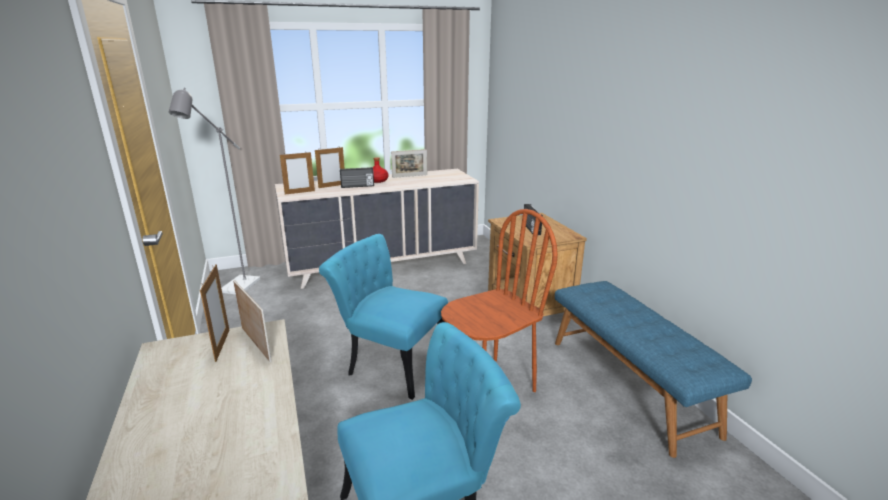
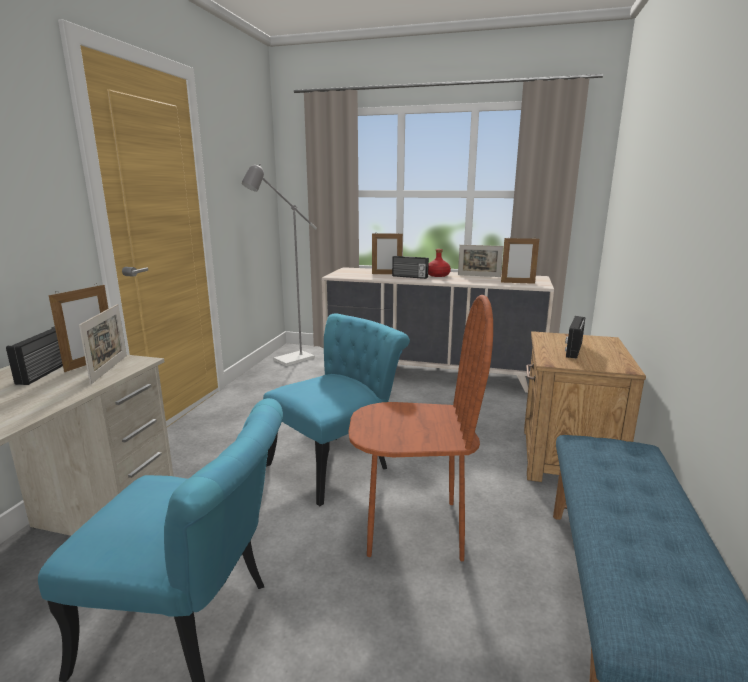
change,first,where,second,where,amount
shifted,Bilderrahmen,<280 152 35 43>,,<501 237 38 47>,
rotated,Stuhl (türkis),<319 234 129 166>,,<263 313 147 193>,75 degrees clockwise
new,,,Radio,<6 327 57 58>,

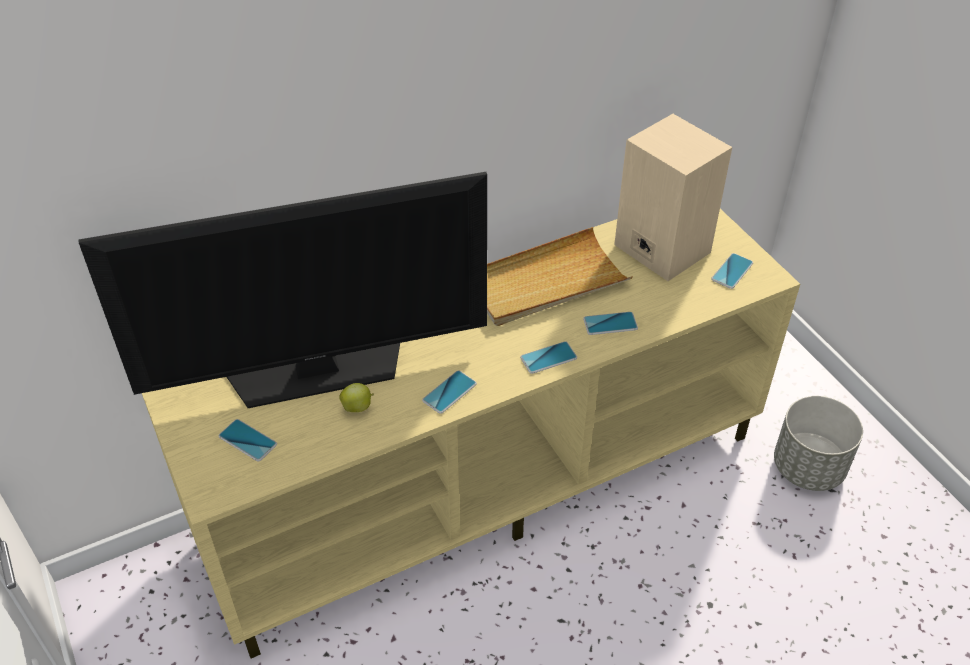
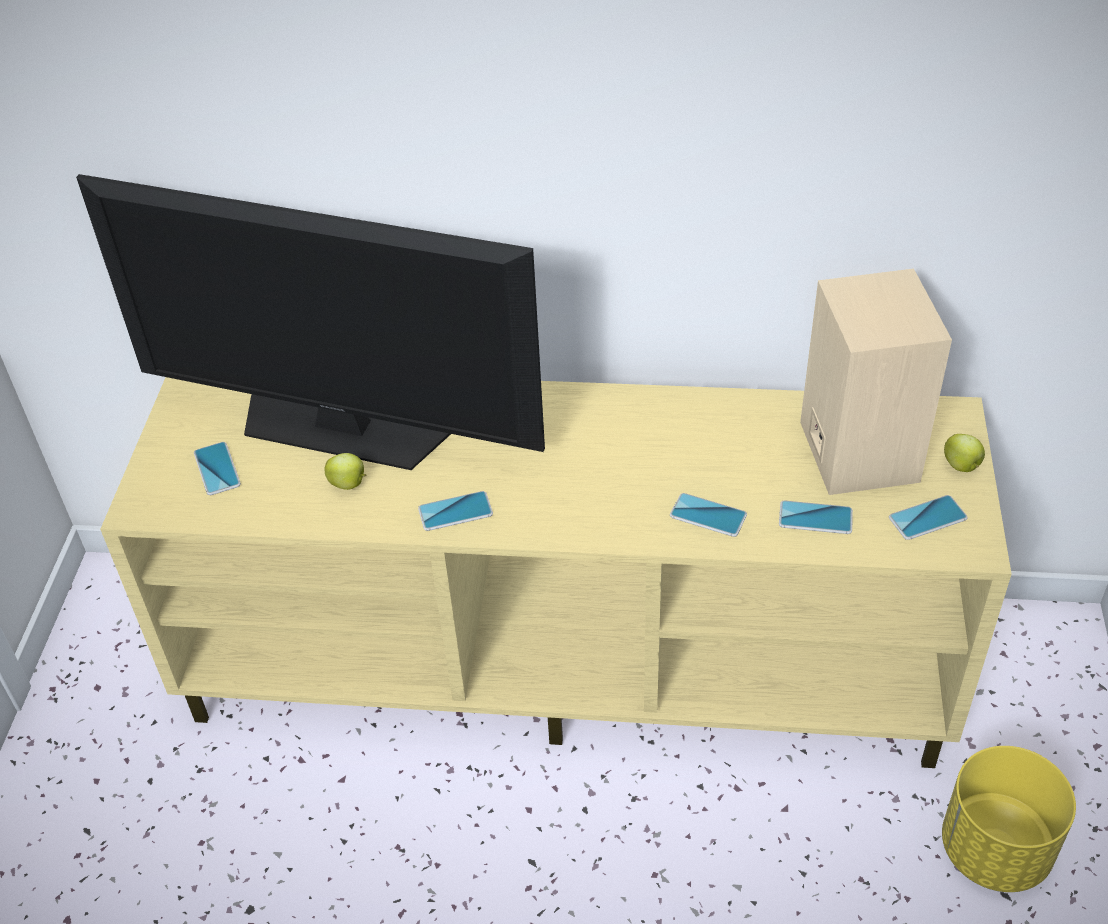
change,first,where,second,where,amount
gone,Tablett (beige),<487 227 146 99>,,,
shifted,Handy,<520 341 57 33>,,<779 501 74 33>,
repainted,Pflanzkübel (grau),<774 396 89 95>,Pflanzkübel (gelb),<942 746 134 146>,
new,,,Apfel,<944 434 41 38>,

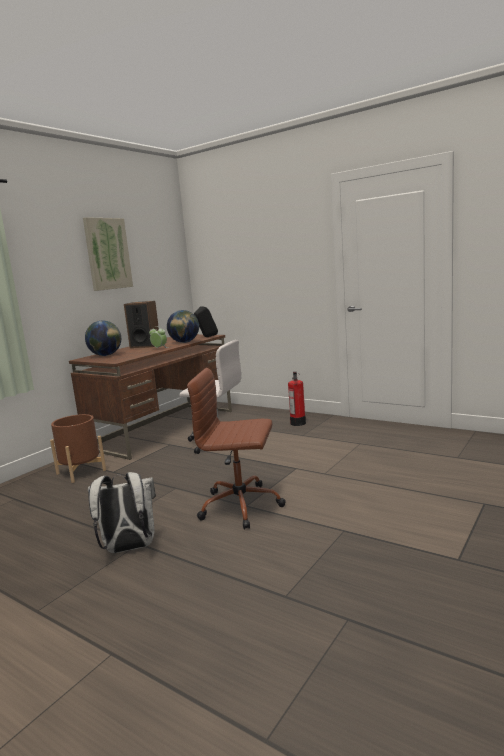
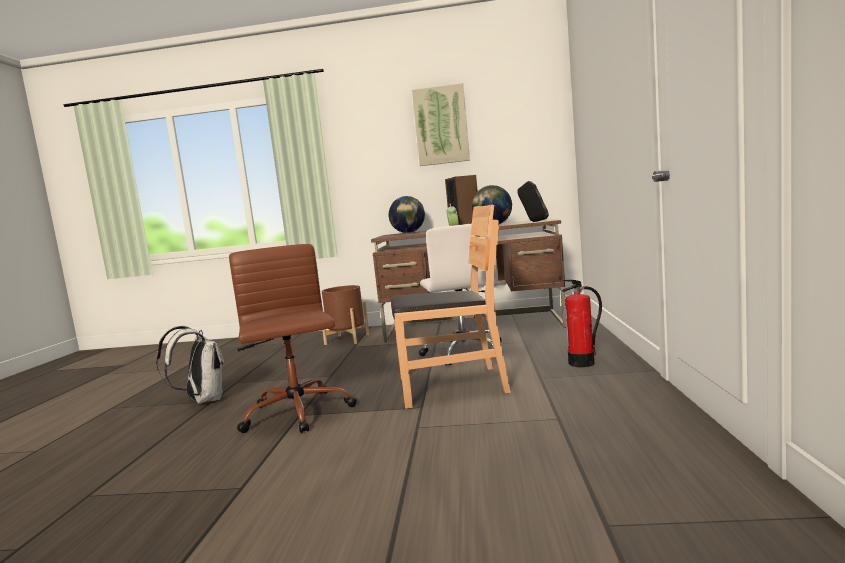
change,first,where,second,where,amount
new,,,Stuhl (braun),<391 204 120 205>,

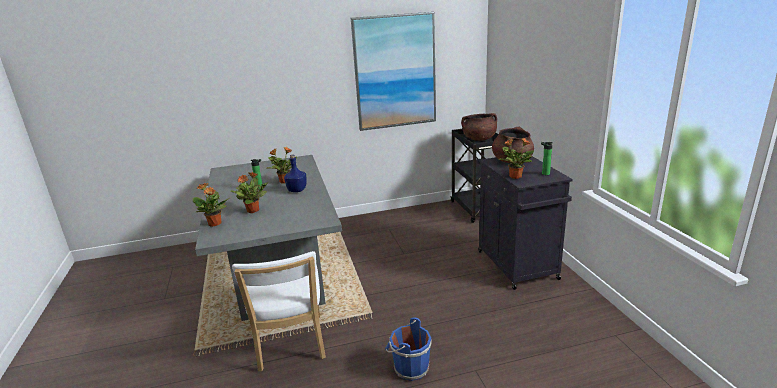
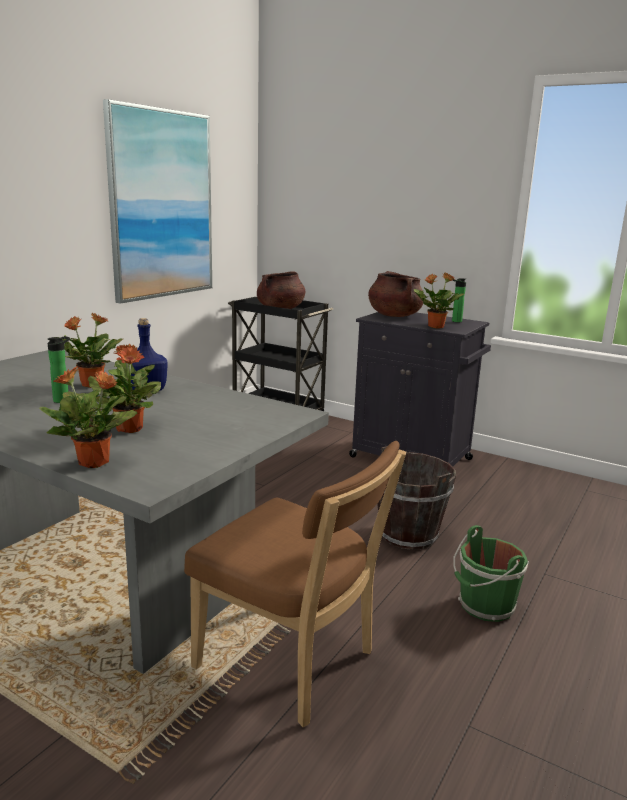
change,first,where,second,where,amount
repainted,Stuhl (weiß),<232 251 94 120>,Stuhl (braun),<184 441 222 286>,
repainted,Eimer (blau),<385 317 47 64>,Eimer (grün),<453 525 76 97>,
new,,,Eimer (braun),<377 446 79 104>,

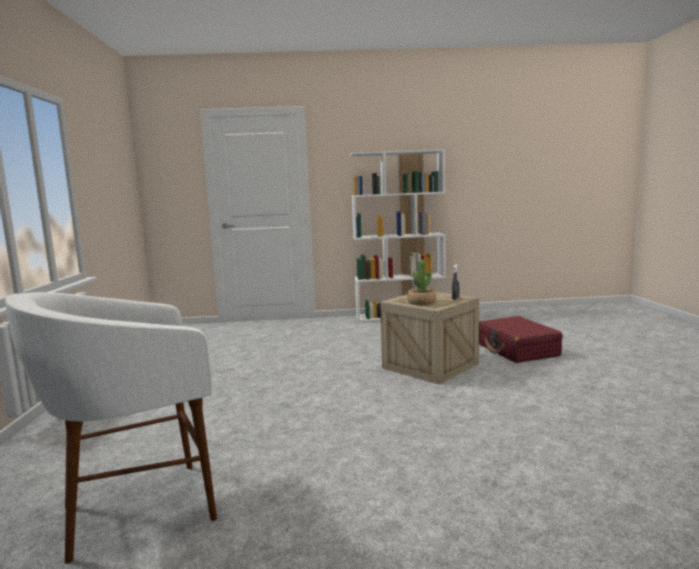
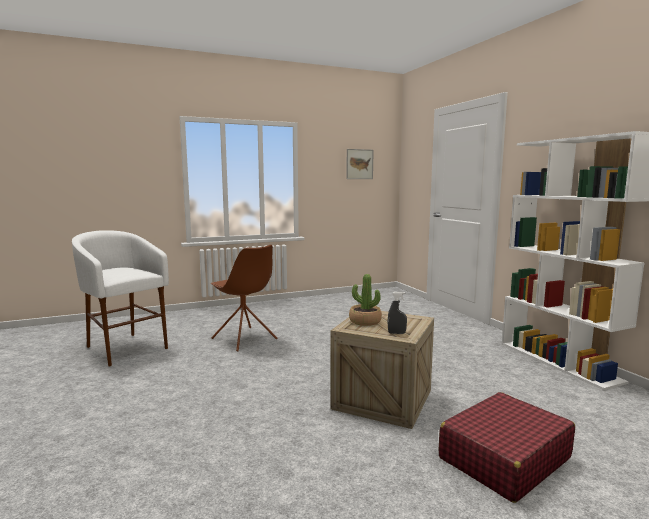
change,first,where,second,where,amount
new,,,Bild,<346 149 28 30>,
new,,,Stuhl (braun),<211 245 66 106>,

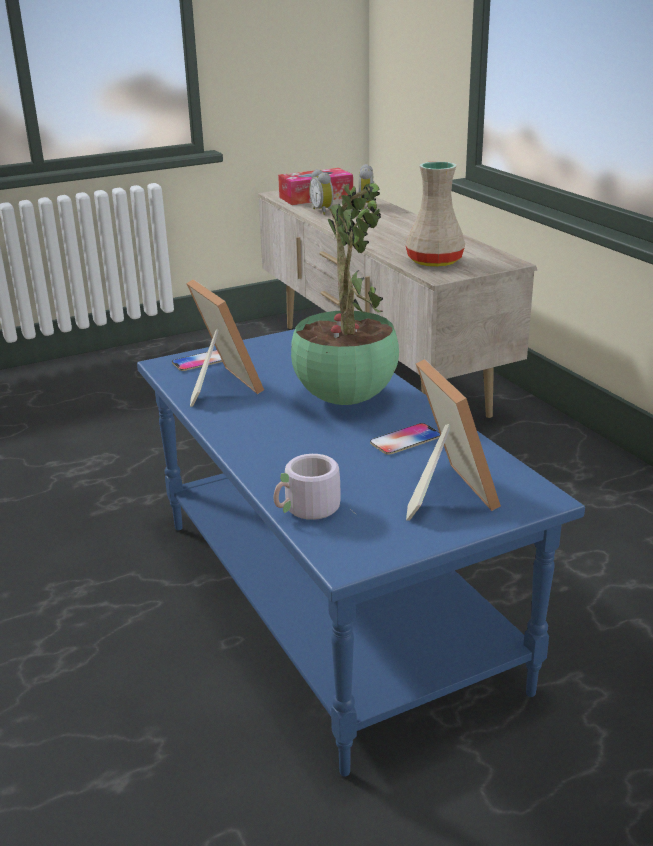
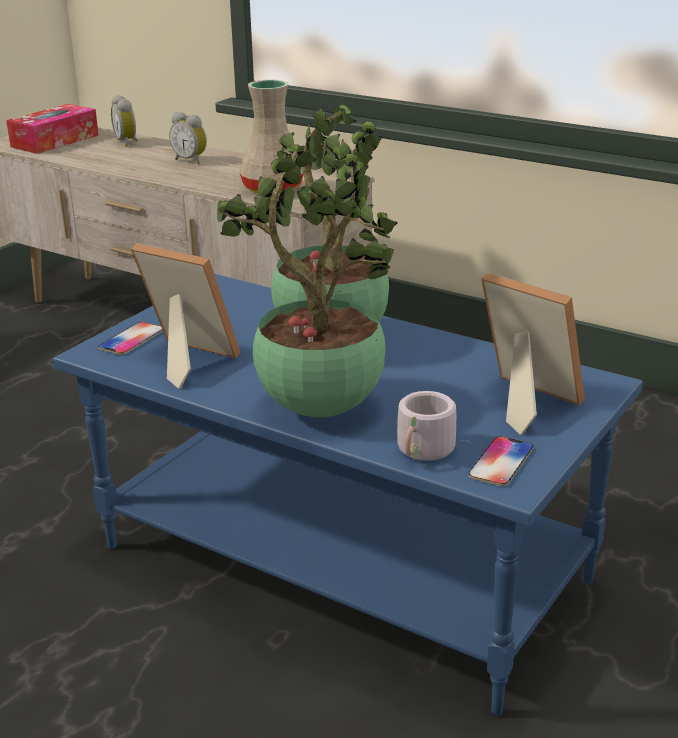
change,first,where,second,where,amount
shifted,Wecker,<309 169 25 46>,,<169 112 38 53>,
shifted,Handy,<370 423 70 32>,,<468 436 65 50>,
new,,,Topfpflanze,<217 147 177 270>,

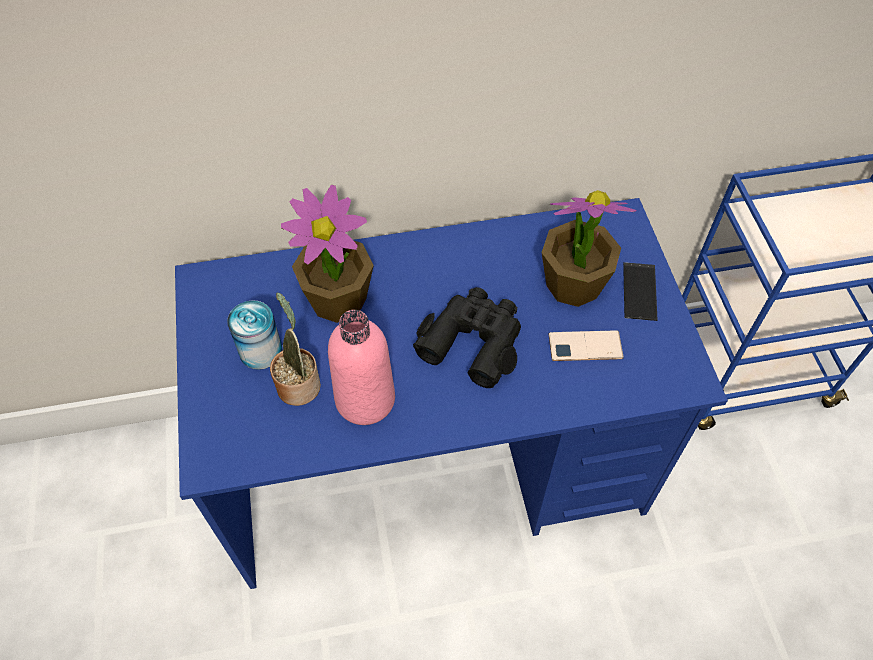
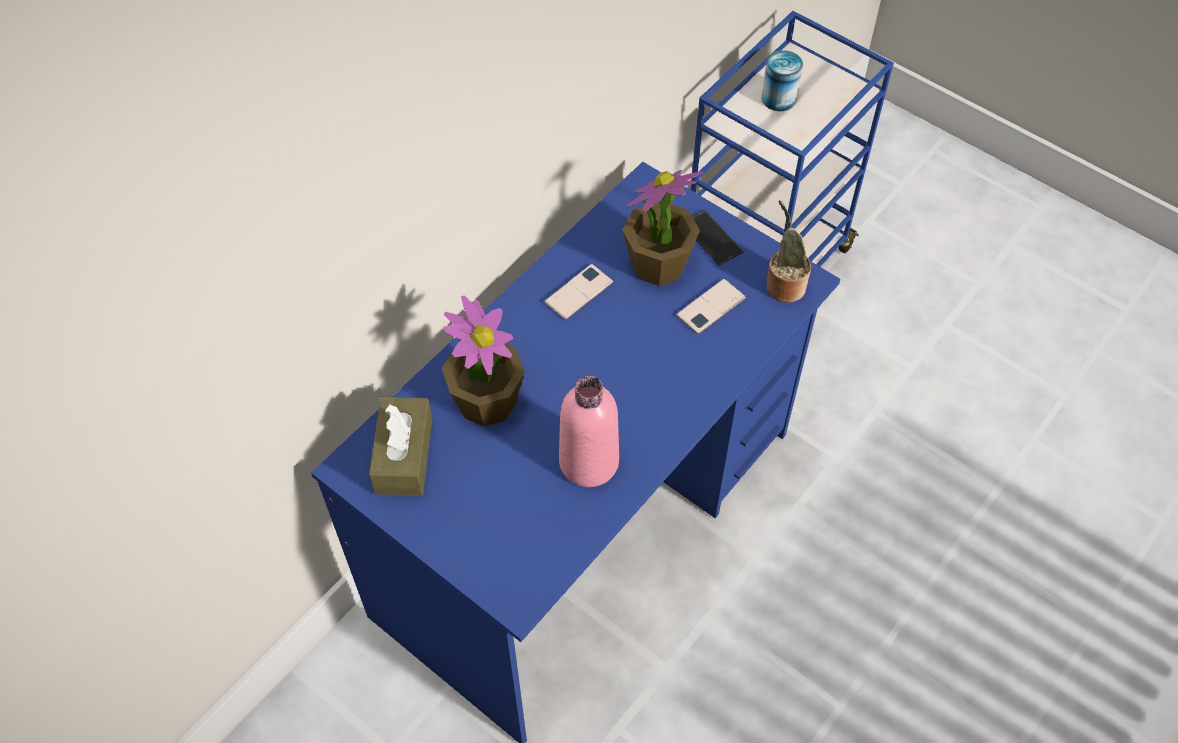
change,first,where,second,where,amount
gone,Fernglas (schwarz),<413 287 108 101>,,,
shifted,Topfpflanze,<270 293 51 113>,,<766 200 45 103>,
shifted,Dose,<227 300 55 70>,,<761 50 42 61>,
new,,,Handy,<544 264 69 56>,
new,,,Taschentuchbox (braun),<369 397 64 99>,

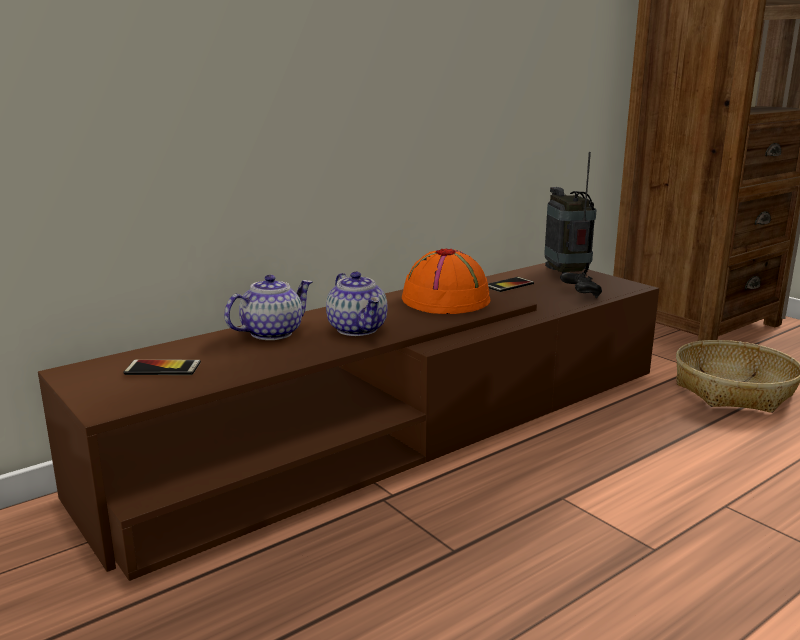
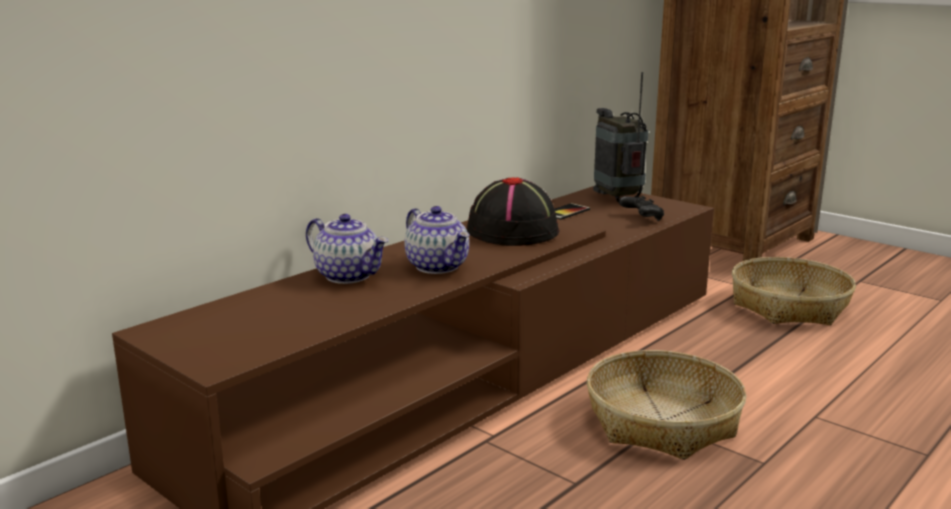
change,first,where,second,where,amount
repainted,Hut (orange),<402 249 89 65>,Hut (schwarz),<467 177 93 69>,
rotated,Teekanne,<224 275 89 65>,,<306 214 82 70>,90 degrees clockwise
gone,Handy,<123 360 78 15>,,,
new,,,Korb,<587 350 159 110>,

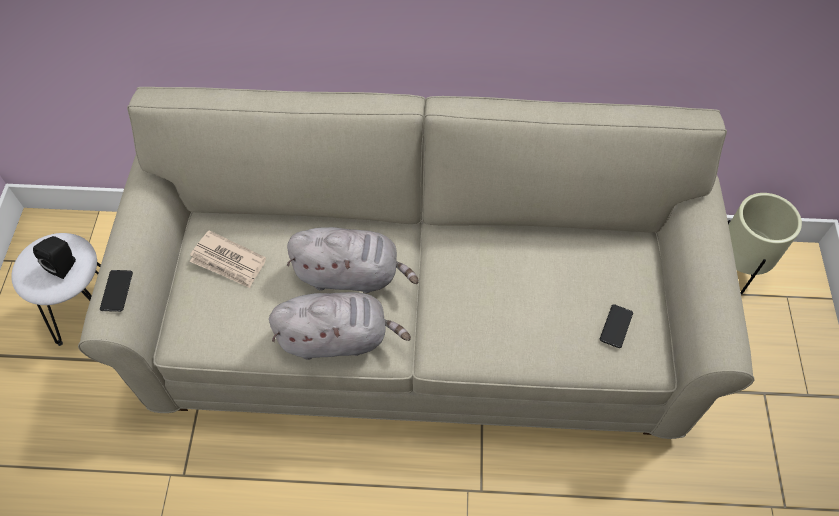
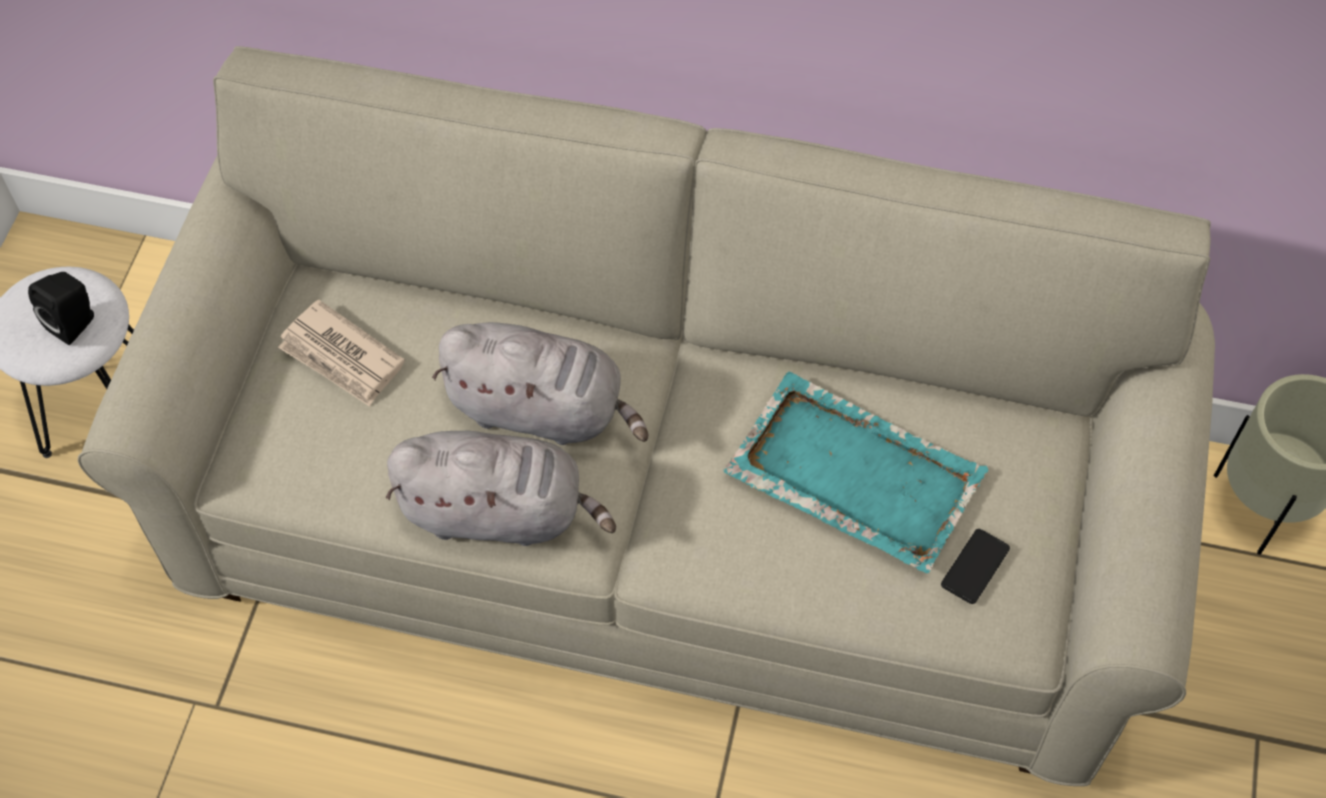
change,first,where,second,where,amount
gone,Handy,<100 270 33 42>,,,
new,,,Tablett (türkis),<724 371 264 202>,

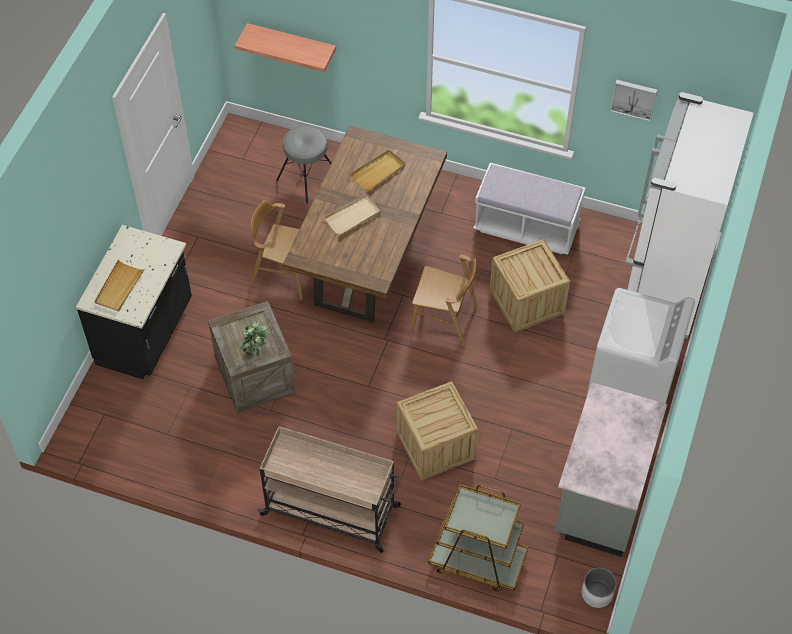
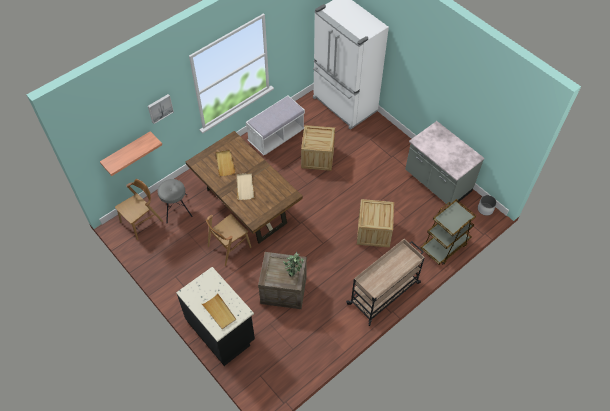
change,first,where,second,where,amount
shifted,Bild,<610 80 47 41>,,<148 94 26 30>,
shifted,Stuhl (braun),<410 255 67 91>,,<115 179 48 61>,
gone,Waschmaschine (weiß),<586 288 109 116>,,,

